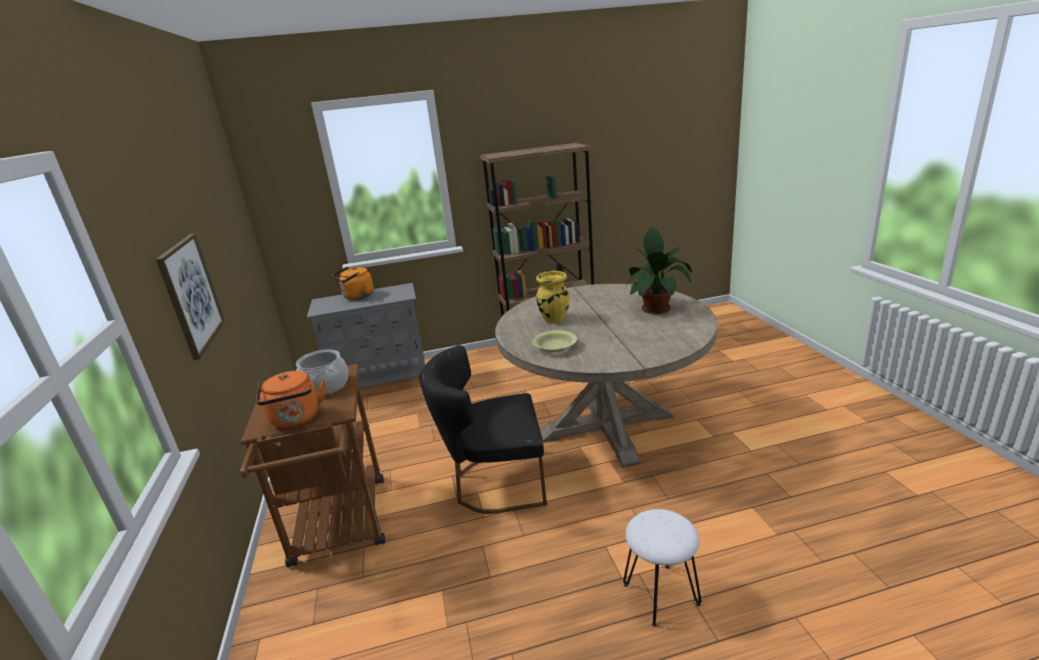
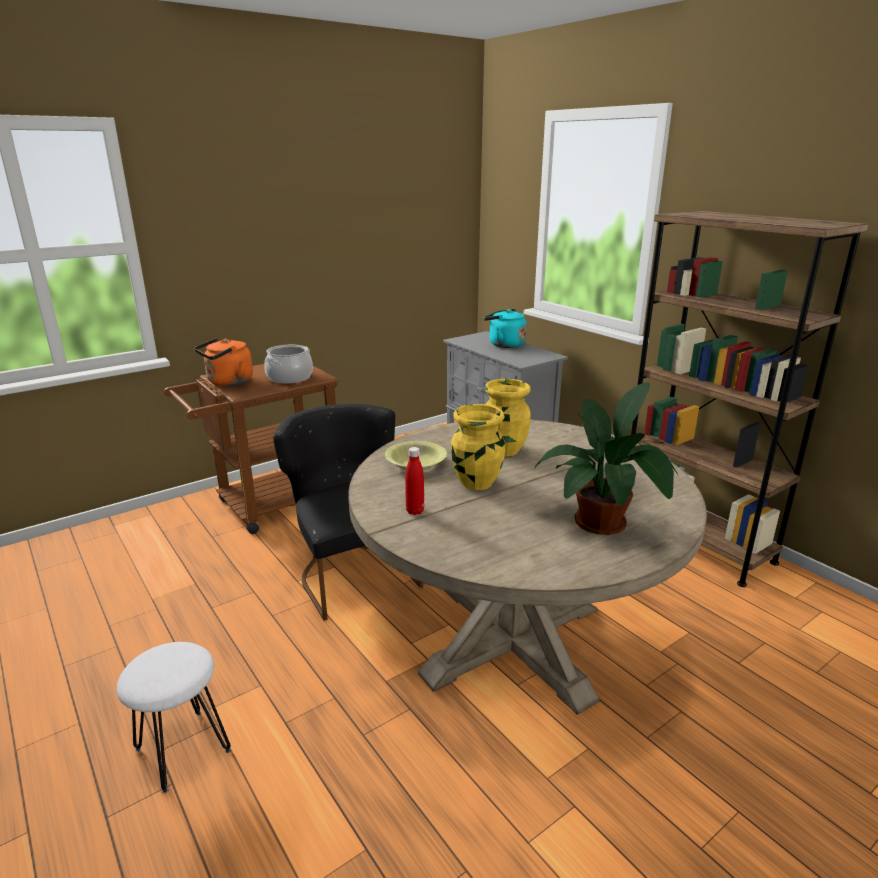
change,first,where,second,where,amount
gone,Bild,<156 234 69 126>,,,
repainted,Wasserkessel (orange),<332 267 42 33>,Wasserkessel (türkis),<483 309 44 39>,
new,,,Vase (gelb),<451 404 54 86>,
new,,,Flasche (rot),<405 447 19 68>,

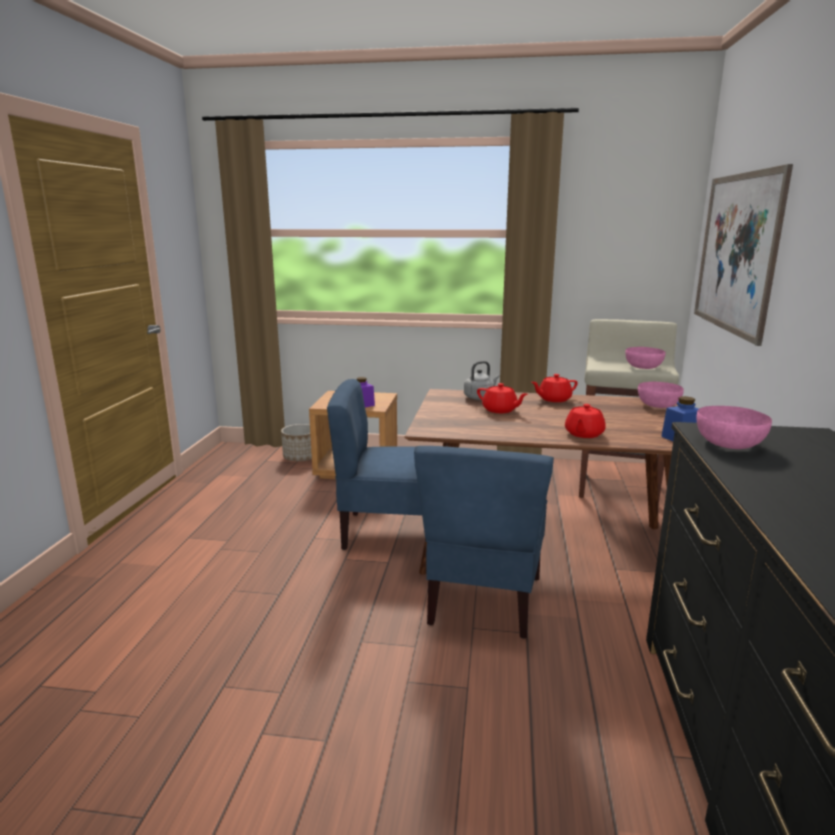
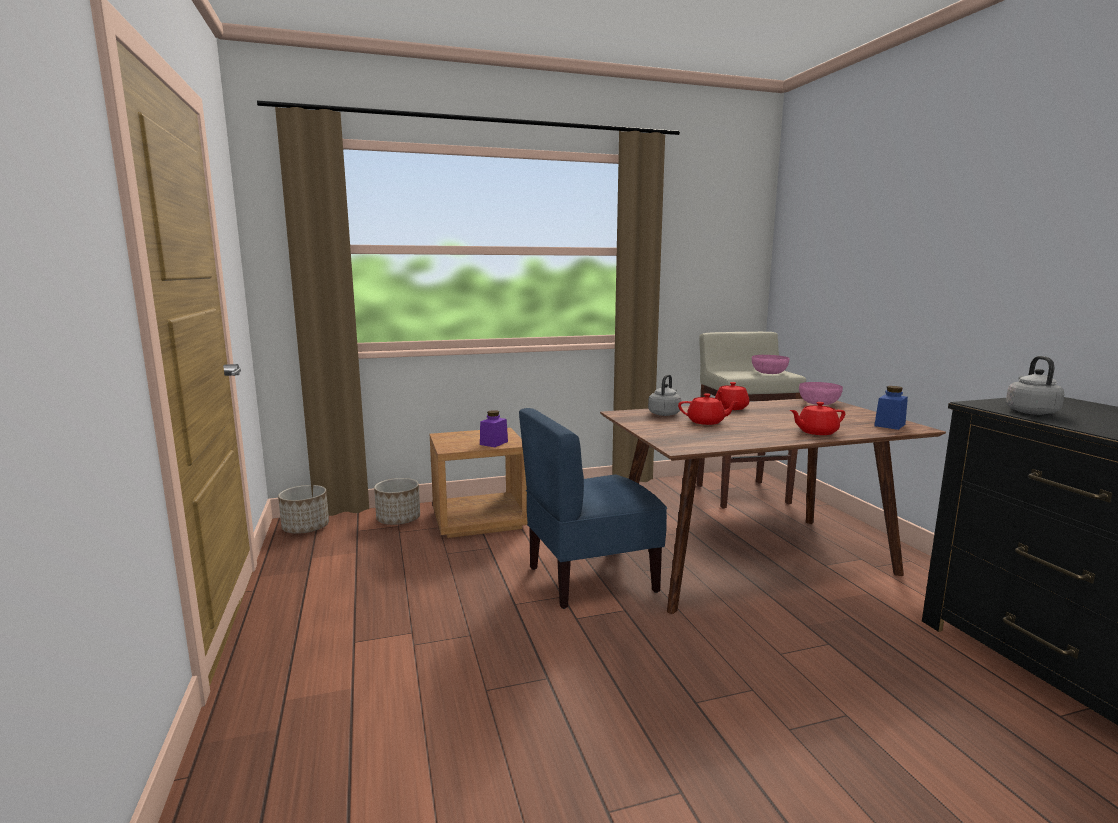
change,first,where,second,where,amount
gone,Bild,<694 164 99 182>,,,
rotated,Teekanne (rot),<565 404 41 34>,,<790 402 55 33>,75 degrees clockwise
swapped,Schüssel (rosa),<696 406 76 43>,Wasserkessel (grau),<1006 356 58 59>,
gone,Stuhl (blau),<414 446 140 193>,,,
new,,,Pflanzkübel,<278 485 51 49>,

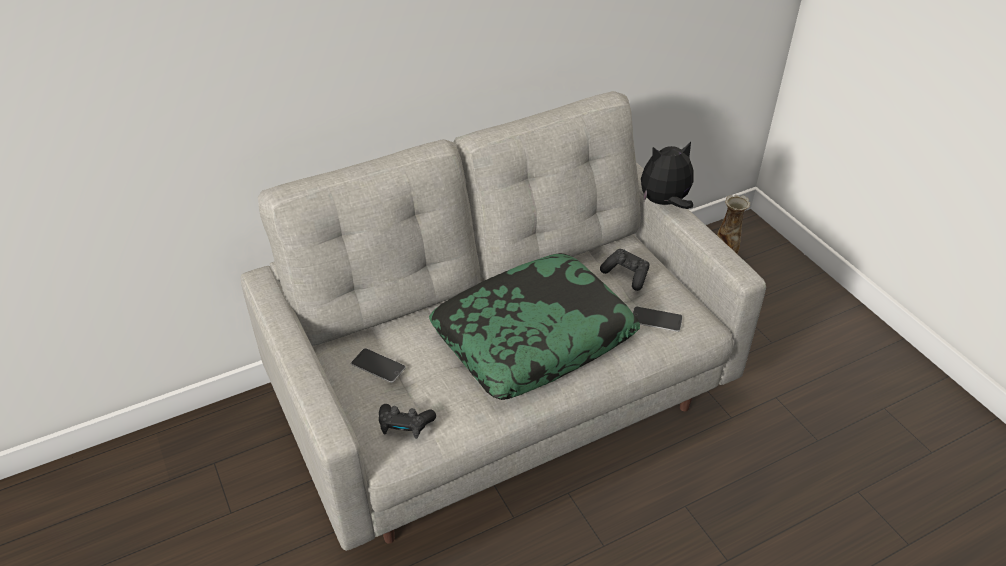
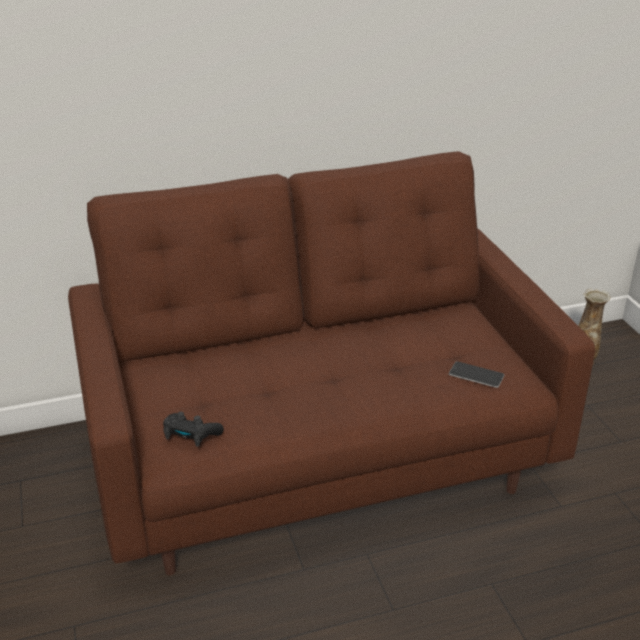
change,first,where,second,where,amount
repainted,Sofa (grau),<241 91 525 460>,Sofa (braun),<68 151 527 424>,
gone,Plüschtier,<641 142 53 67>,,,
gone,Gamepad (schwarz),<600 249 50 42>,,,
gone,Kissen,<429 253 211 147>,,,
gone,Handy,<351 348 55 35>,,,

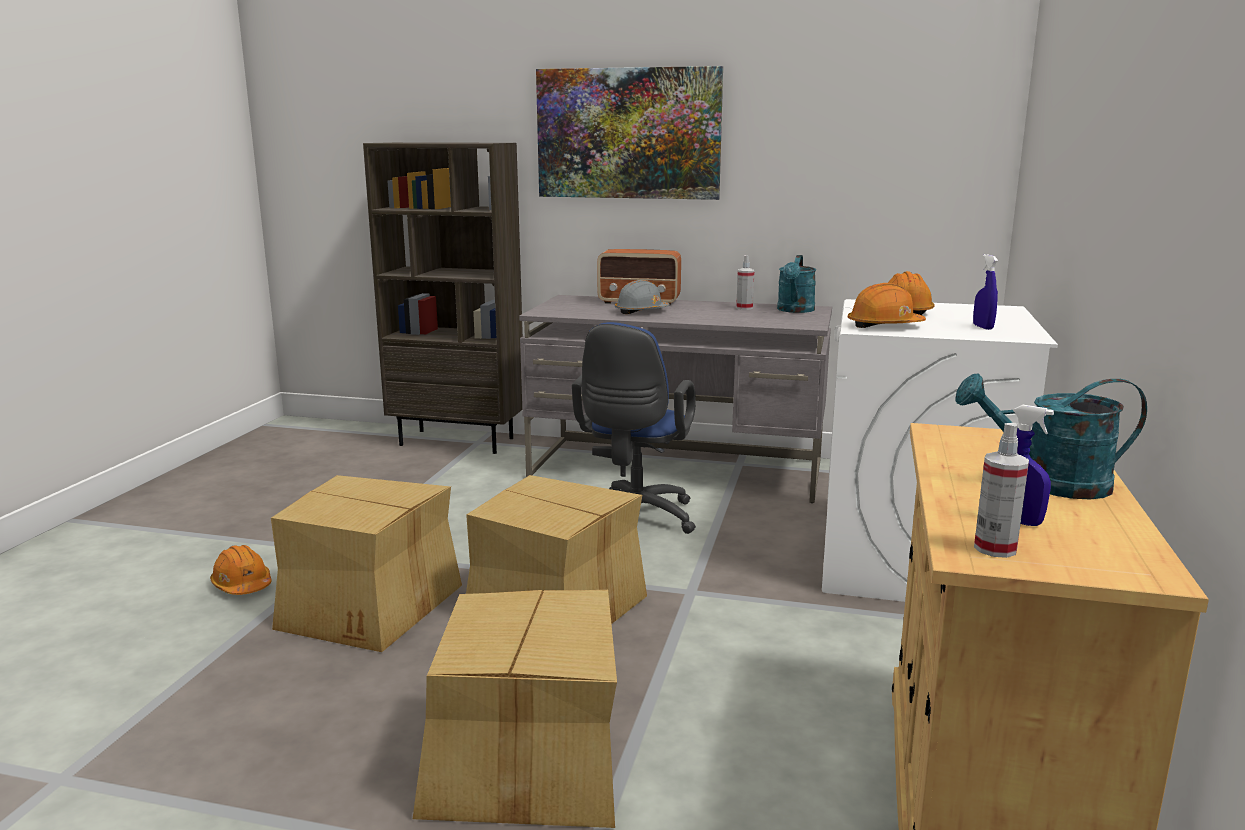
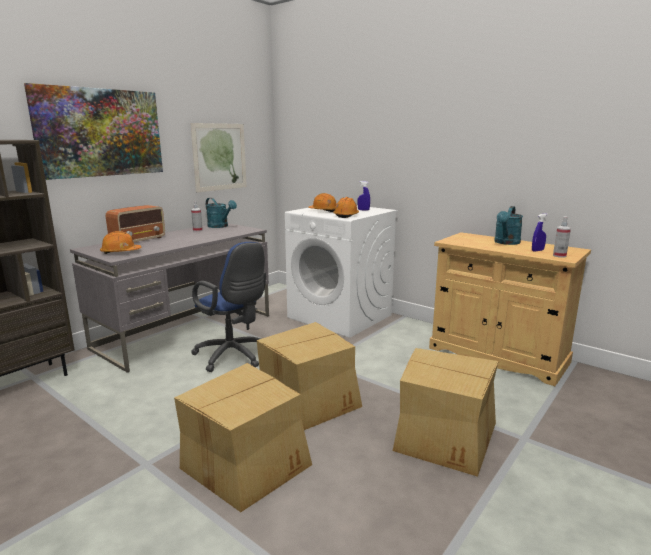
change,first,where,second,where,amount
gone,Schutzhelm (grau),<615 280 55 34>,,,
shifted,Schutzhelm (orange),<210 545 62 50>,,<100 231 42 23>,
new,,,Bild,<190 123 57 70>,

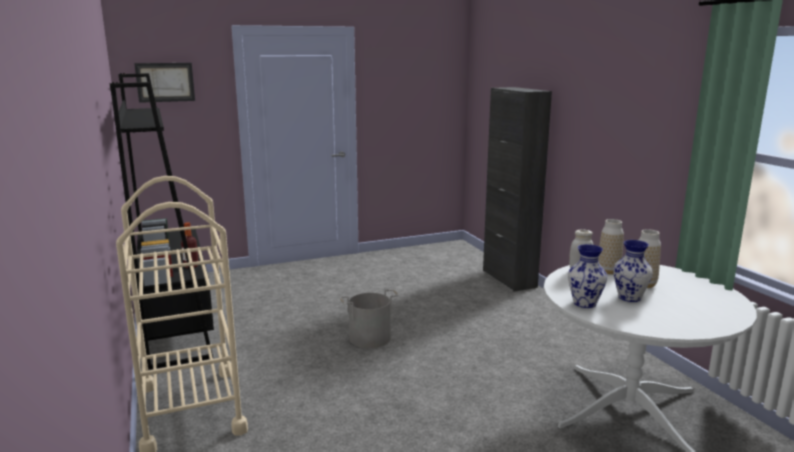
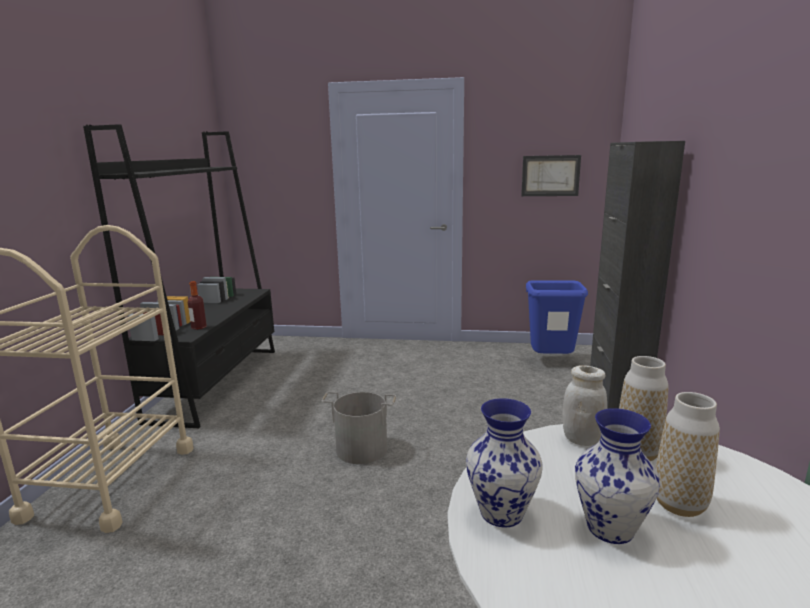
change,first,where,second,where,amount
shifted,Bild,<134 63 61 40>,,<521 155 60 41>,
new,,,Mülleimer (blau),<526 280 62 74>,

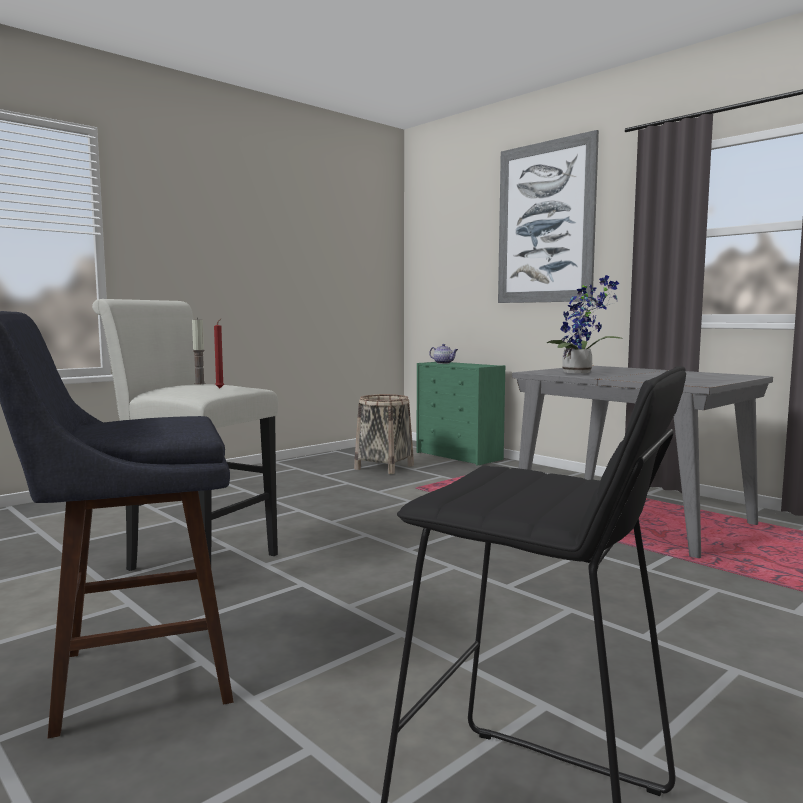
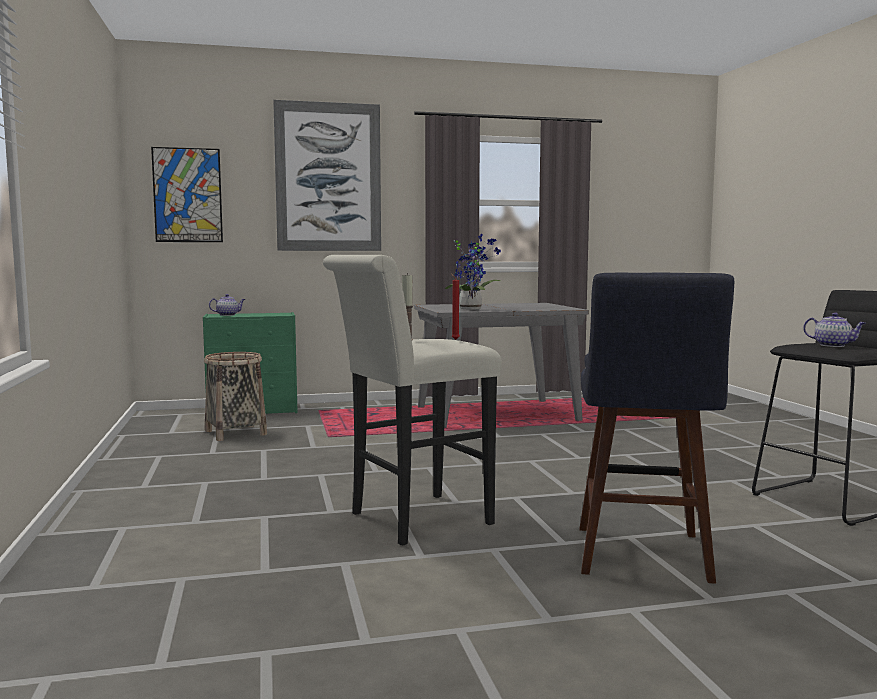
change,first,where,second,where,amount
new,,,Bild,<151 147 72 95>,
new,,,Teekanne,<803 312 63 35>,

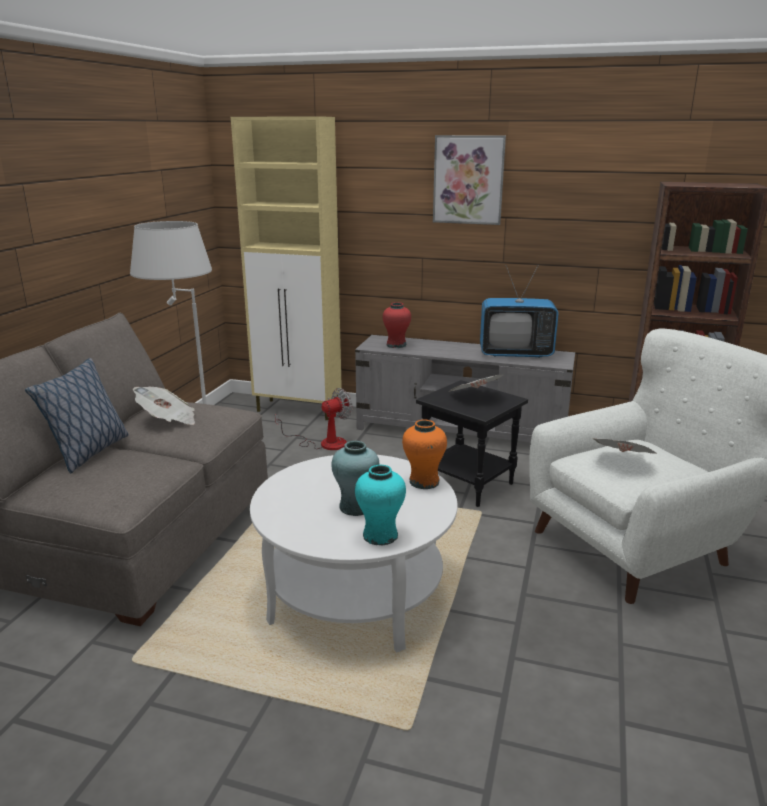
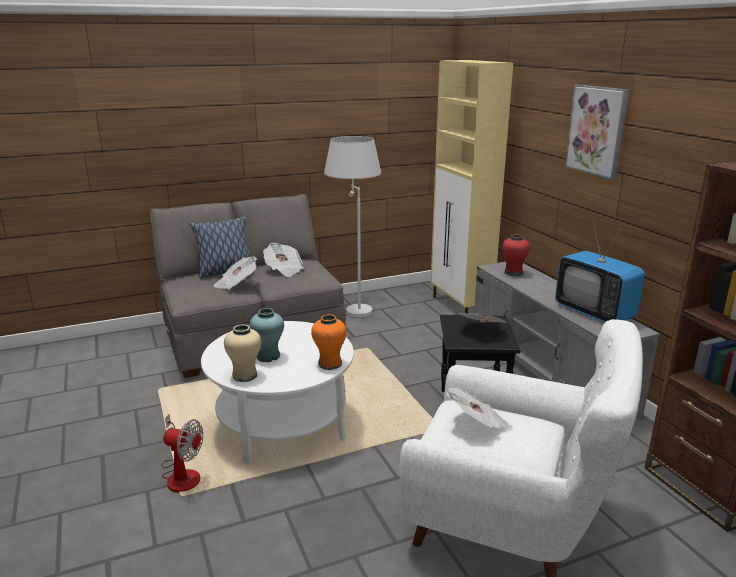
change,first,where,second,where,amount
shifted,Ventilator,<275 388 78 62>,,<162 414 41 79>,
repainted,Vase (türkis),<355 465 51 81>,Vase (beige),<224 324 37 58>,
new,,,Zeitung,<214 257 43 33>,

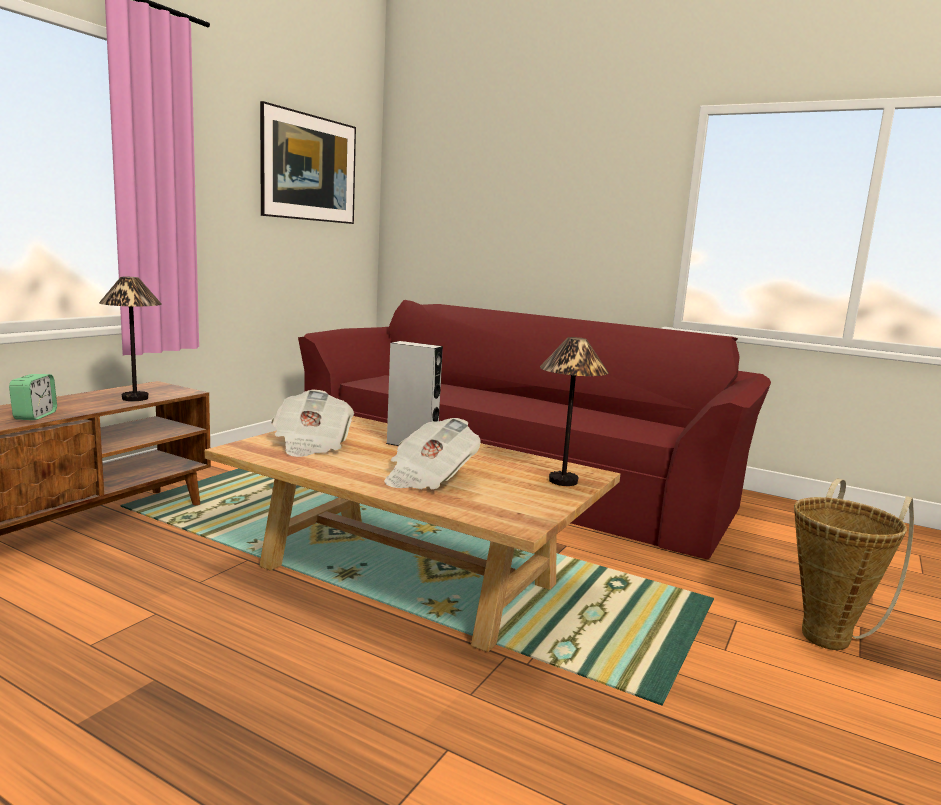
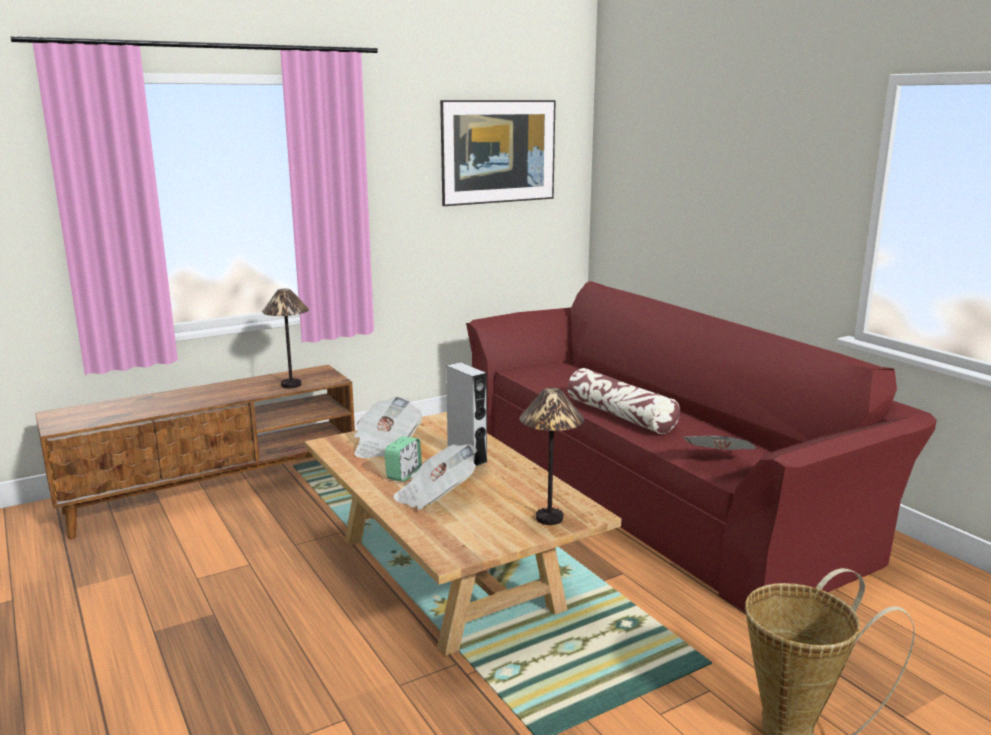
change,first,where,second,where,amount
shifted,Wecker,<9 374 48 46>,,<385 436 37 46>,
new,,,Kissen,<568 368 112 66>,
new,,,Zeitung,<682 436 75 14>,

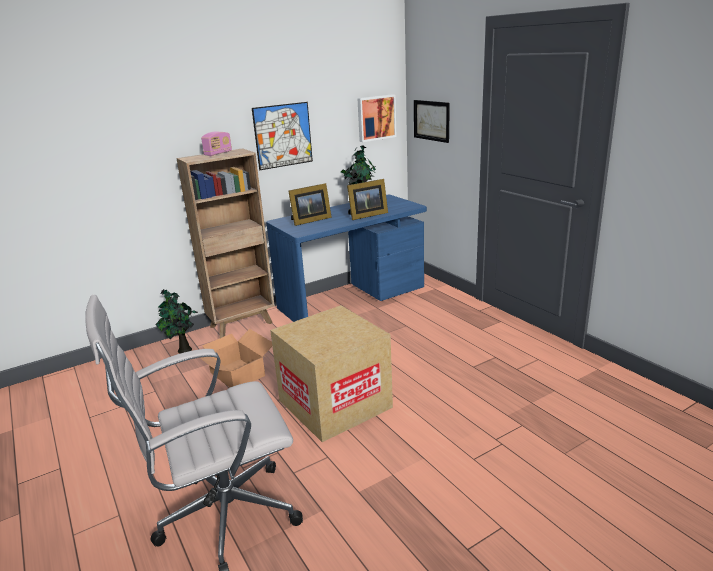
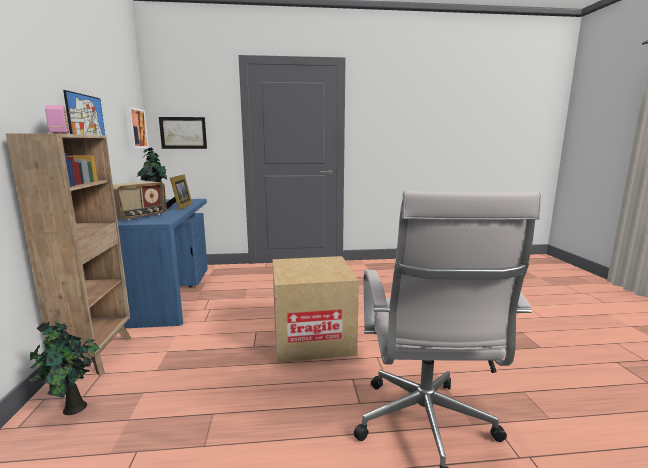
change,first,where,second,where,amount
swapped,Bilderrahmen,<288 183 44 43>,Radio,<113 181 54 40>,
gone,Karton,<200 329 72 59>,,,

